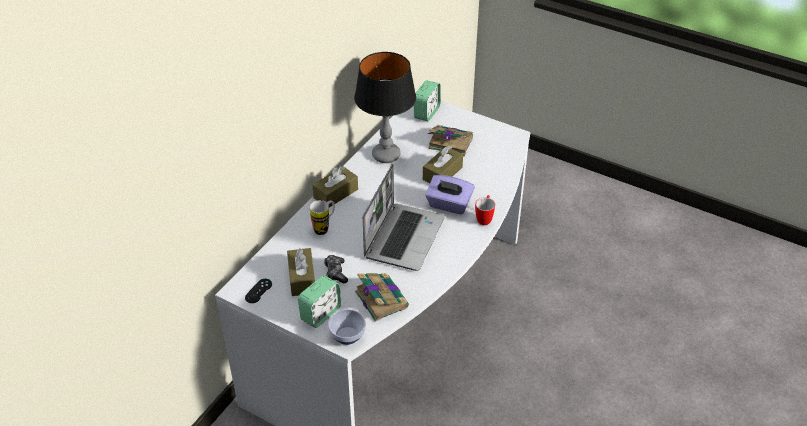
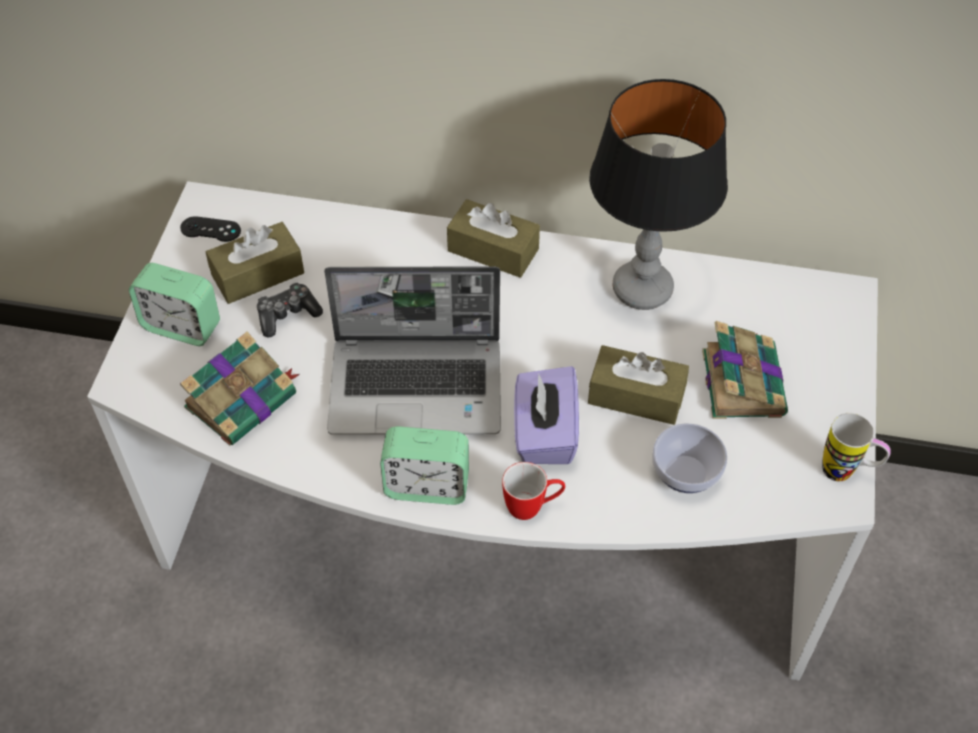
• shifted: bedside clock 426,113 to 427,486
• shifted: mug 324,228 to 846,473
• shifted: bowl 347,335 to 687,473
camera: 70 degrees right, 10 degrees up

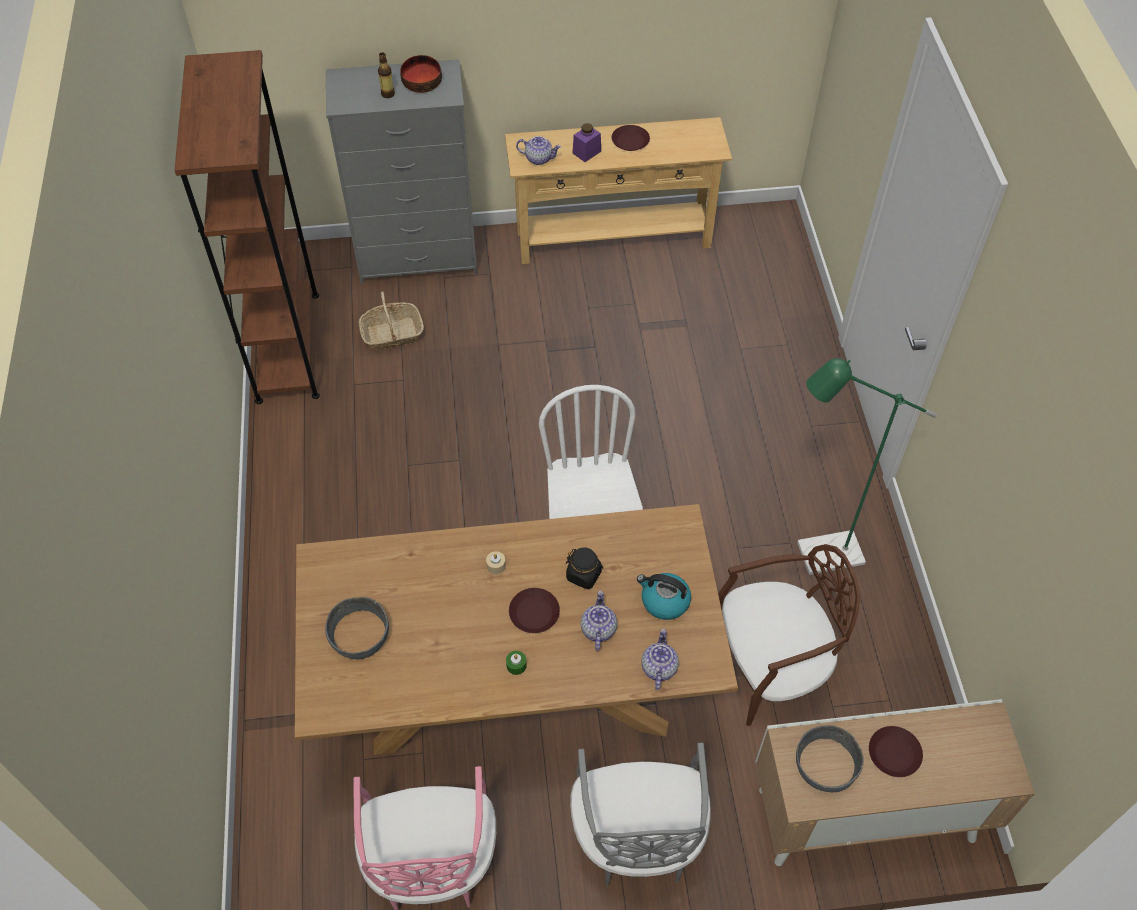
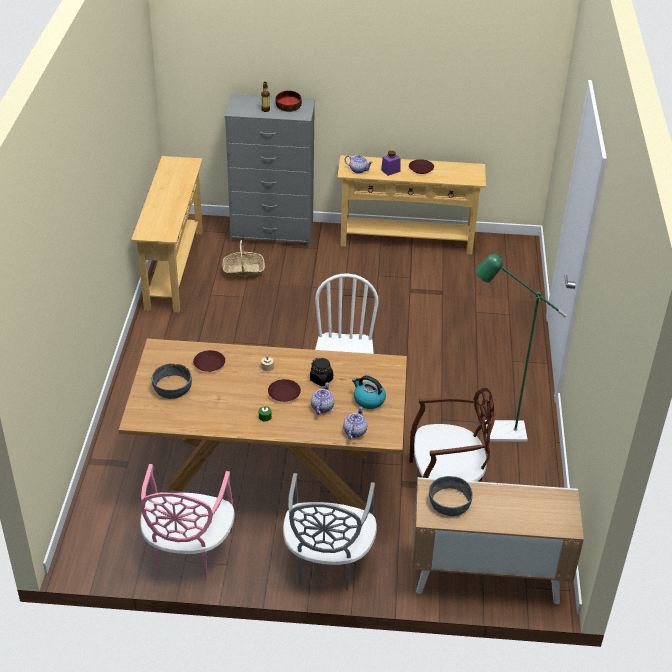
• swapped: brown-coloured bookcase 288,346 to beige hall table 173,269
• shifted: brown-coloured dinner plate 893,754 to 209,364
camera: 10 degrees right, 15 degrees down

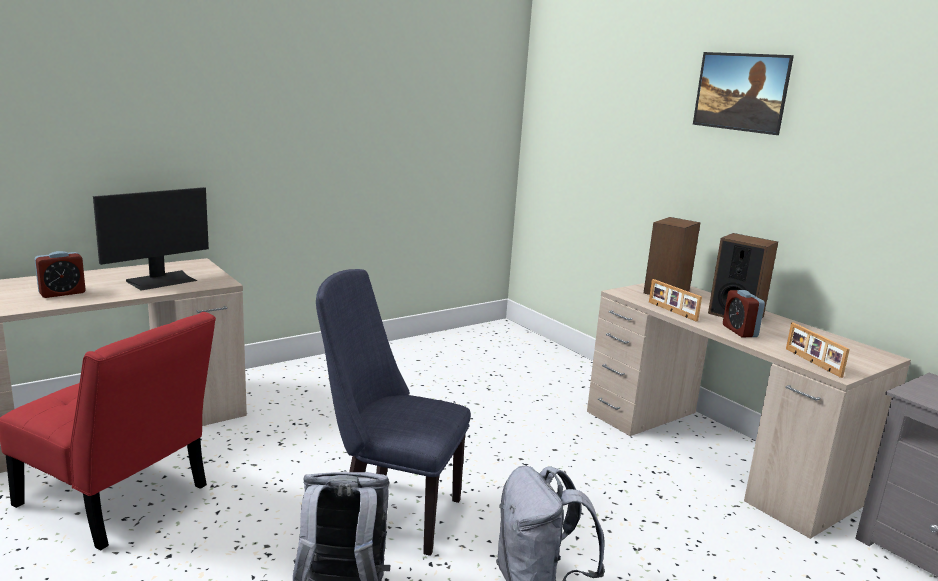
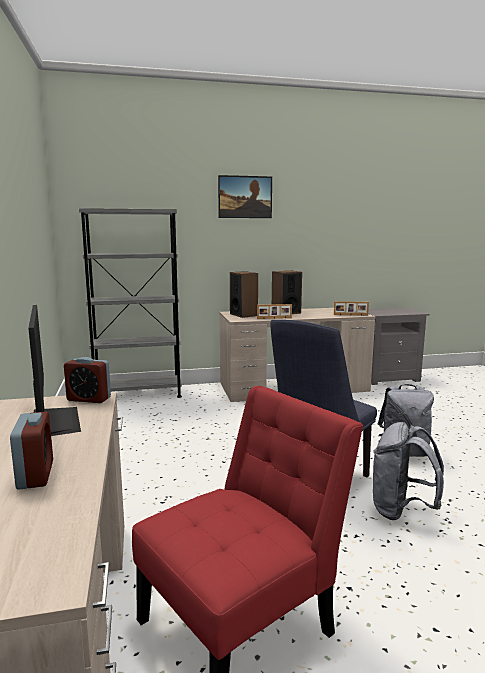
• shifted: bedside clock 739,331 to 89,399
• new: grey bookcase 138,394
camera: 65 degrees left, 5 degrees down

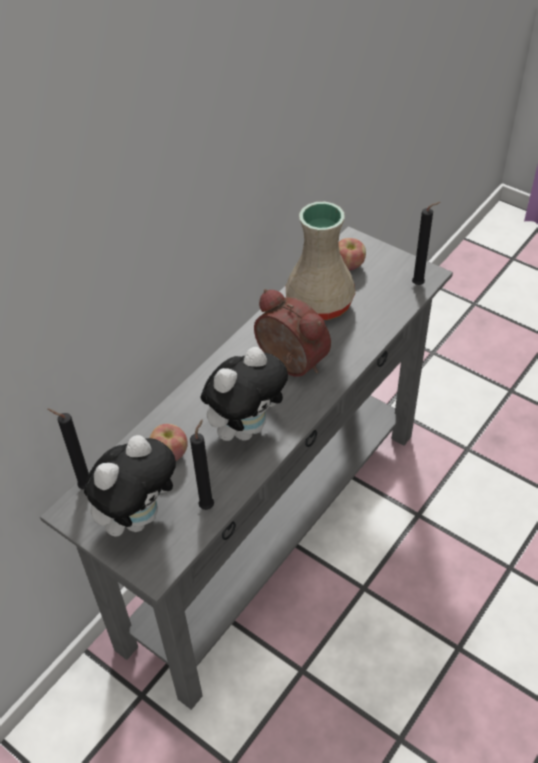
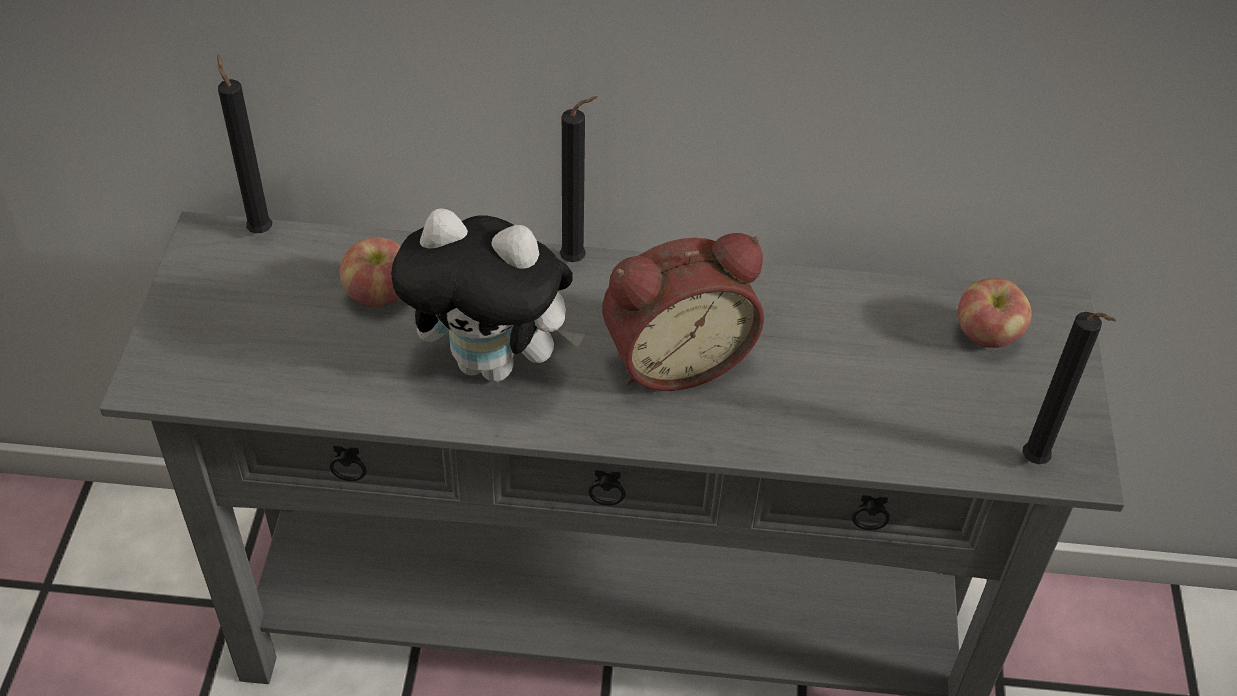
• gone: beige flower vase 321,304
• rotated: bedside clock 289,364 = 675,356 60 degrees clockwise
• shifted: black candle 208,505 to 577,260
• gone: soft toy 138,516
camera: 55 degrees right, 0 degrees up

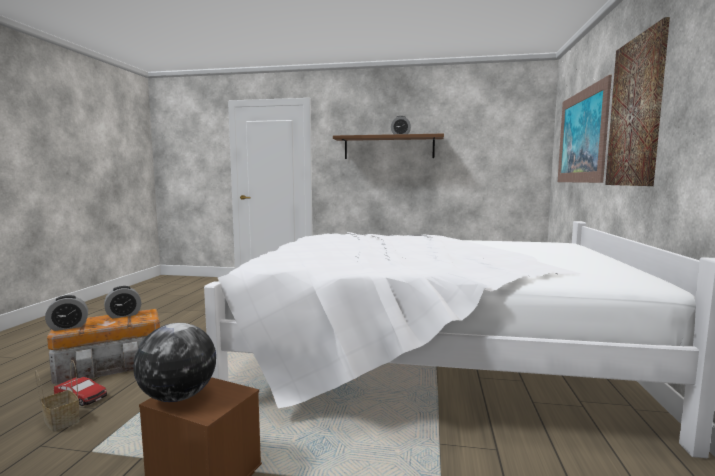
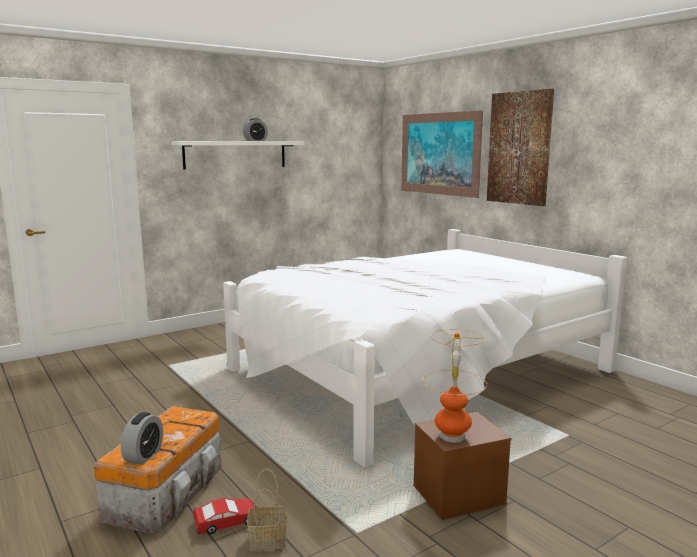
• repainted: brown-coloured wall shelf 389,147 to white wall shelf 235,154
• gone: bedside clock 123,315
• swapped: desk globe 178,396 to table lamp 452,436
camera: 45 degrees left, 5 degrees up

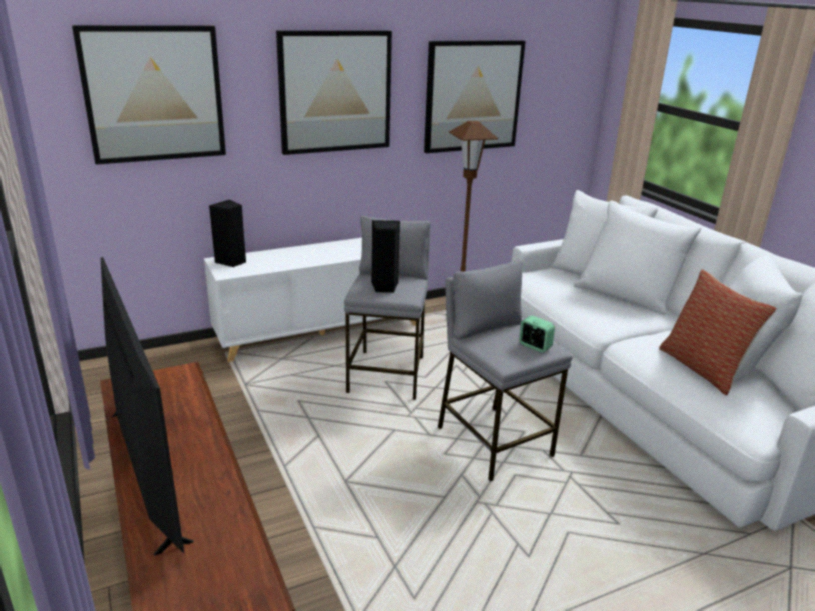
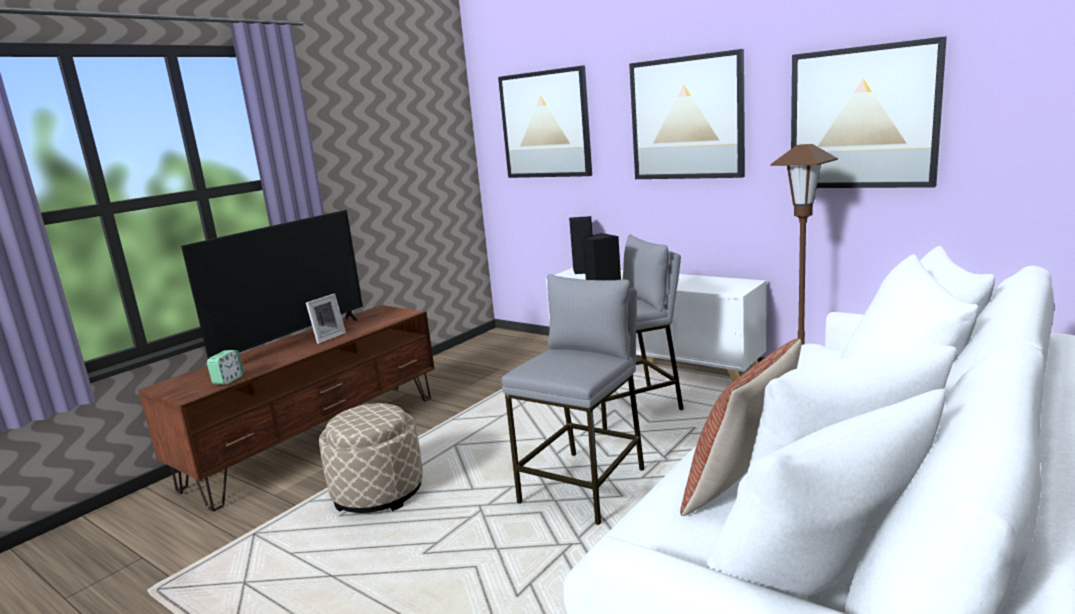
• shifted: bedside clock 535,346 to 228,380
• new: standing frame 327,337
• new: beige footrest 378,493
camera: 65 degrees right, 10 degrees down

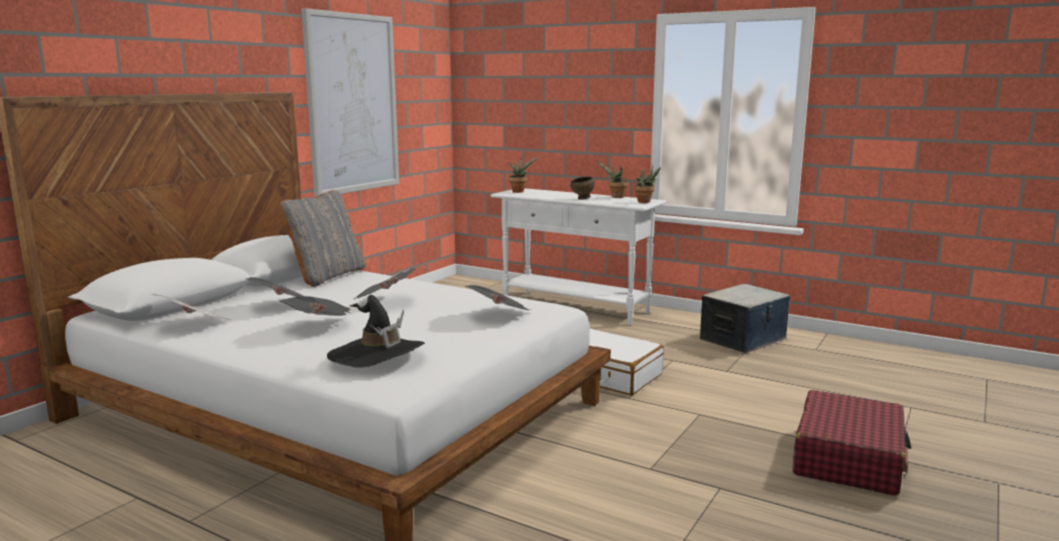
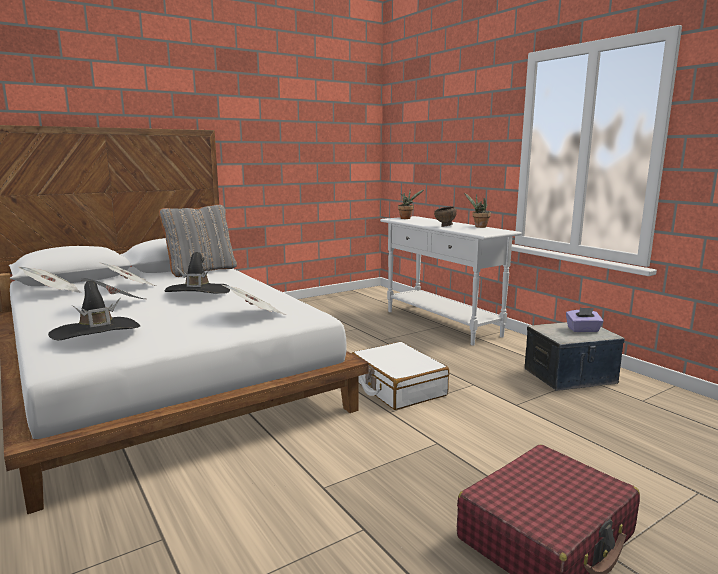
• gone: picture 352,104
• gone: potted plant 646,202
• swapped: printed paper 385,300 to black clothing hat 198,292
• new: purple tissue box 583,330
camera: 25 degrees right, 0 degrees up

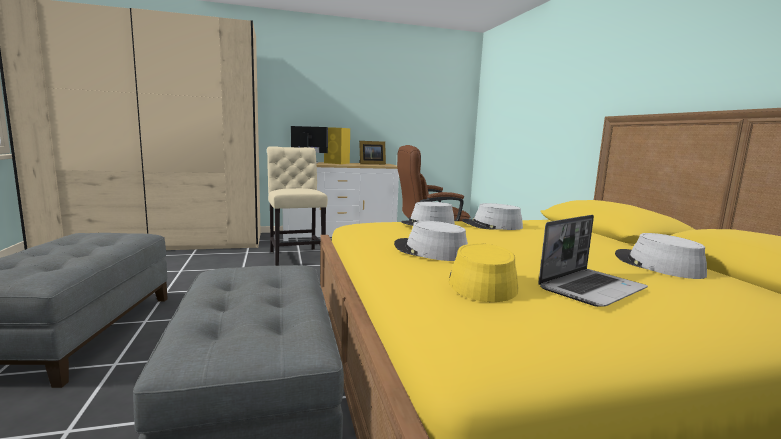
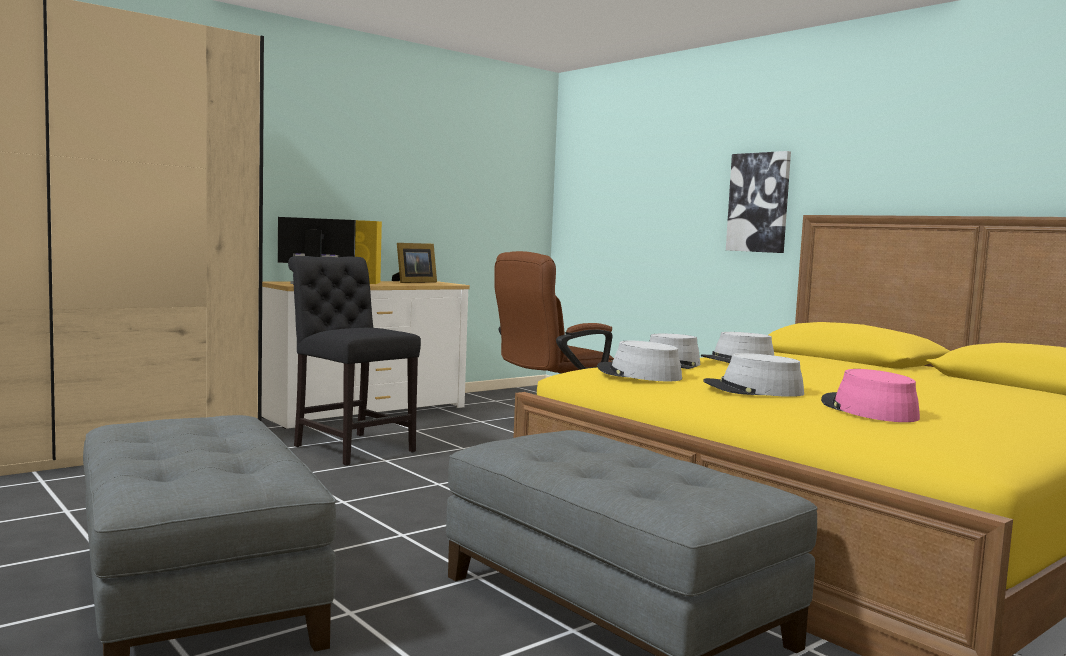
• repainted: beige plain chair 296,256 to black plain chair 350,448
• gone: laptop 591,288
• shifted: grey clothing hat 657,265 to 638,374
• repainted: yellow clothing hat 481,283 to pinkish clothing hat 868,410
• new: picture 759,202
camera: 25 degrees left, 5 degrees down

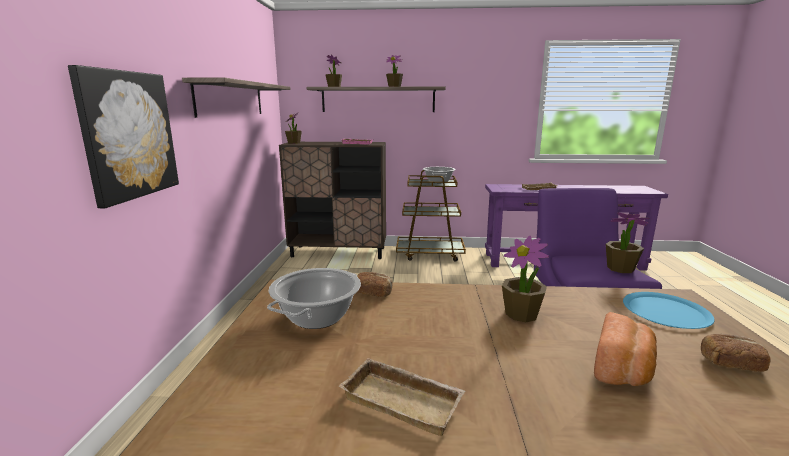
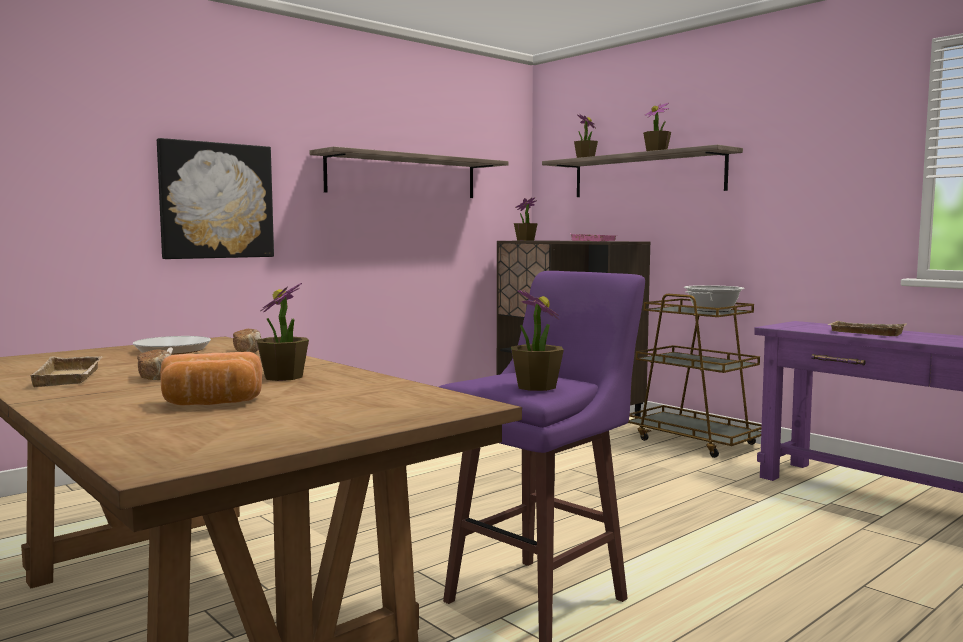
• swapped: cooking pot 317,317 to skillet 172,351
• gone: blue dinner plate 665,311
• shifted: baked bread 730,363 to 156,377
camera: 45 degrees right, 10 degrees down

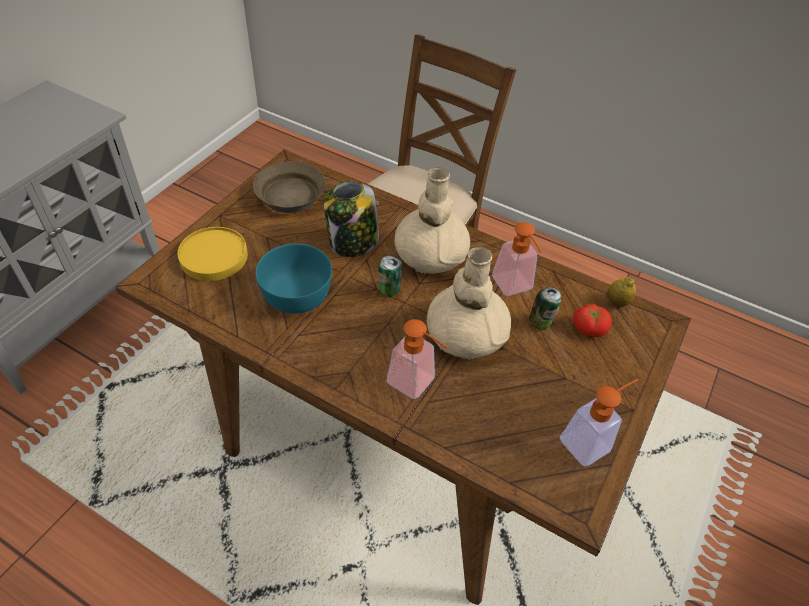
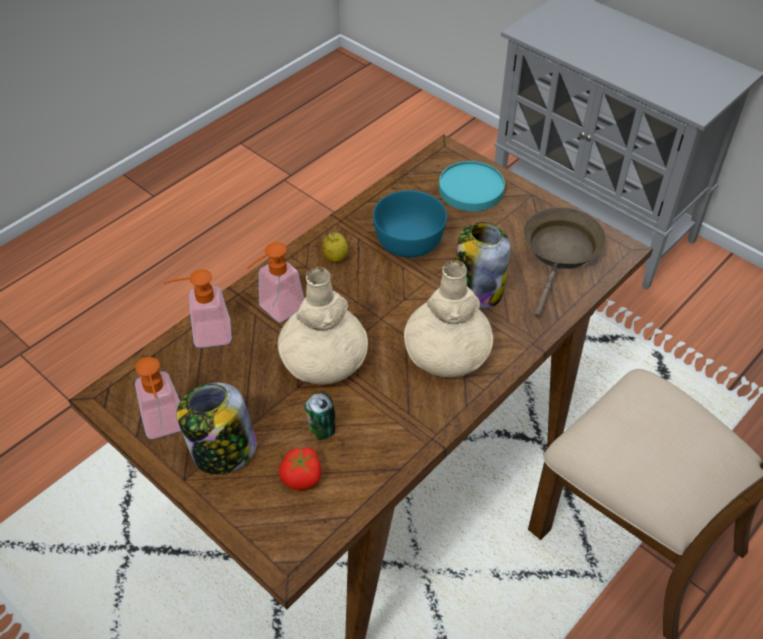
• shifted: liquid soap bottle 515,288 to 204,335
• repainted: yellow dinner plate 214,257 to blue-green dinner plate 470,189
• gone: can 388,290
• shifted: whole lemon 617,302 to 335,258
• new: preserve jar 222,451
camera: 105 degrees right, 0 degrees up

